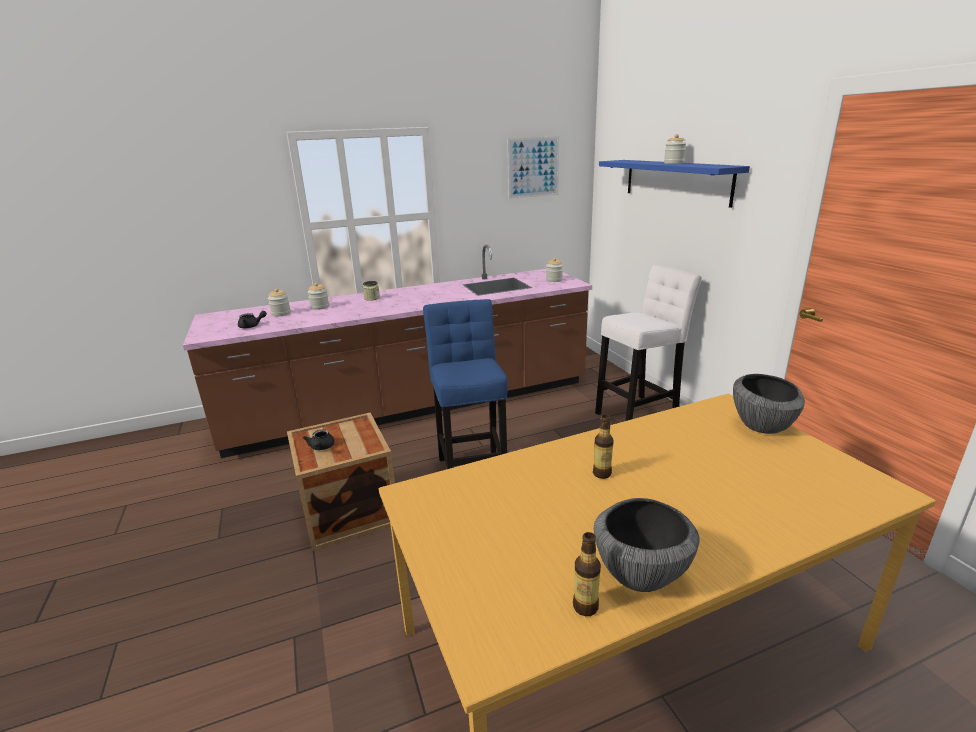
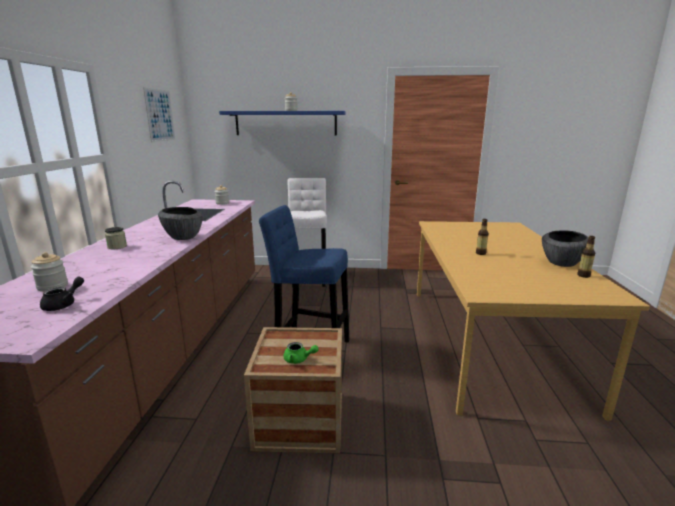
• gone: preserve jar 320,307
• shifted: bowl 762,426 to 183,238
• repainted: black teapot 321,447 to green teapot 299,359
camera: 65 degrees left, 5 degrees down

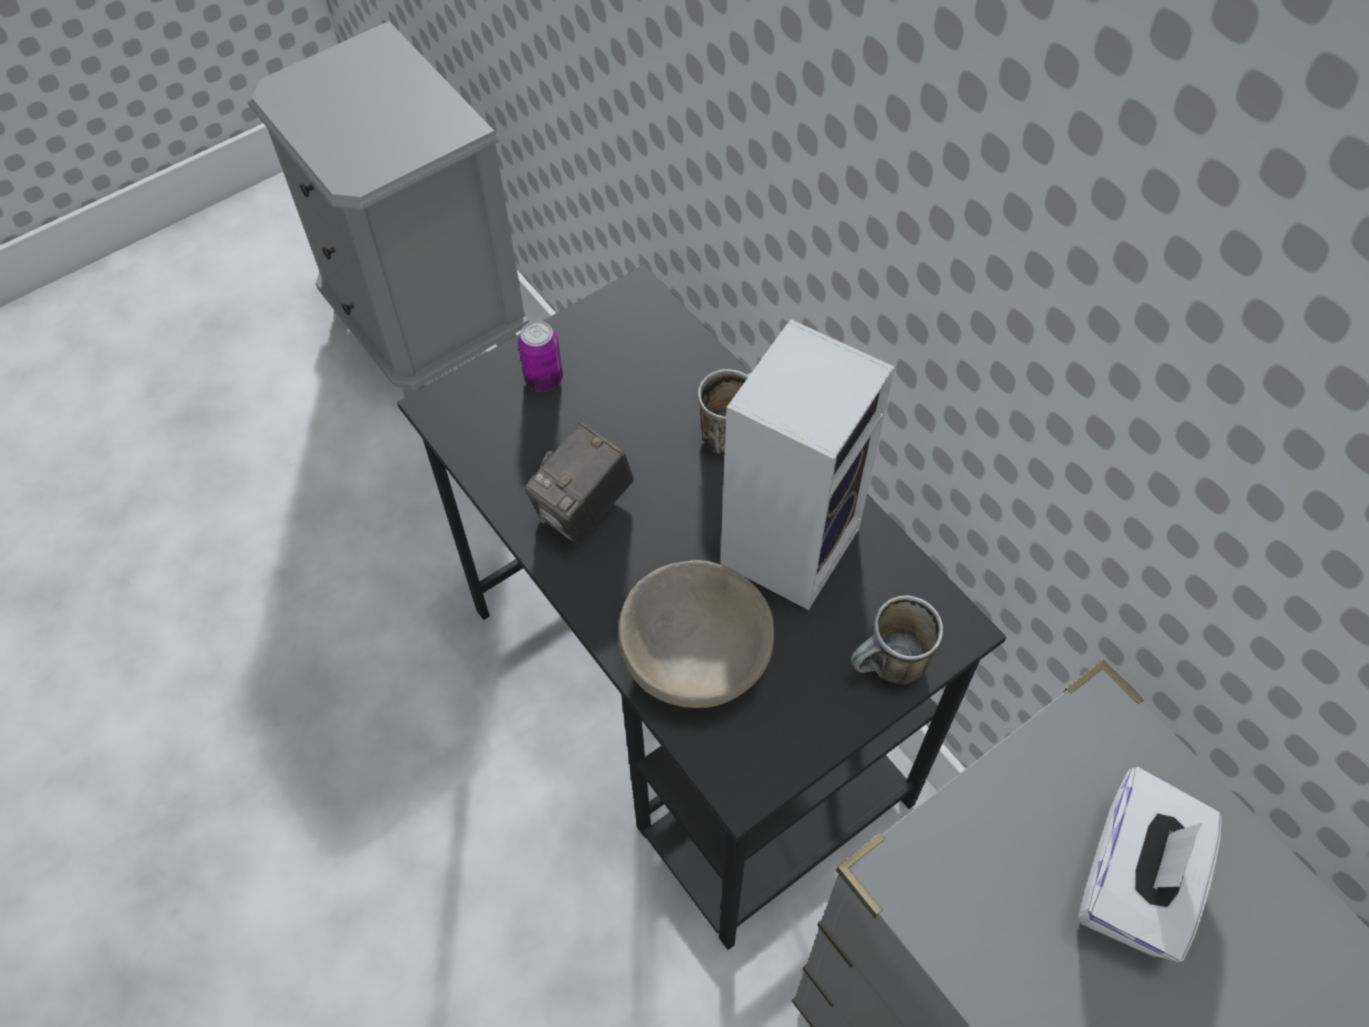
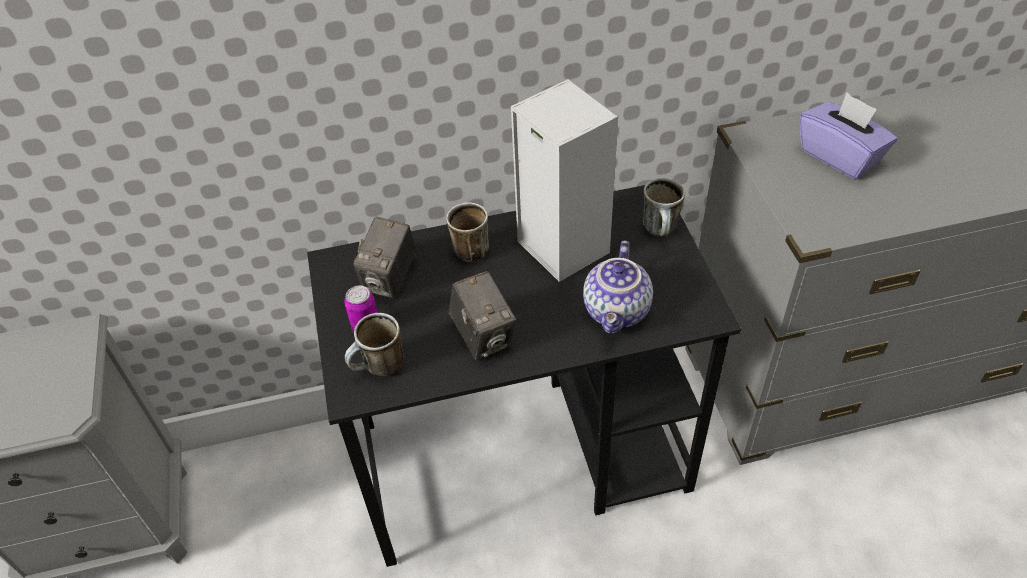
• swapped: beige bowl 697,657 to teapot 618,311
• repainted: white tissue box 1134,882 to purple tissue box 840,156
• new: still camera 390,279
• new: mug 379,369
camera: 65 degrees left, 10 degrees down

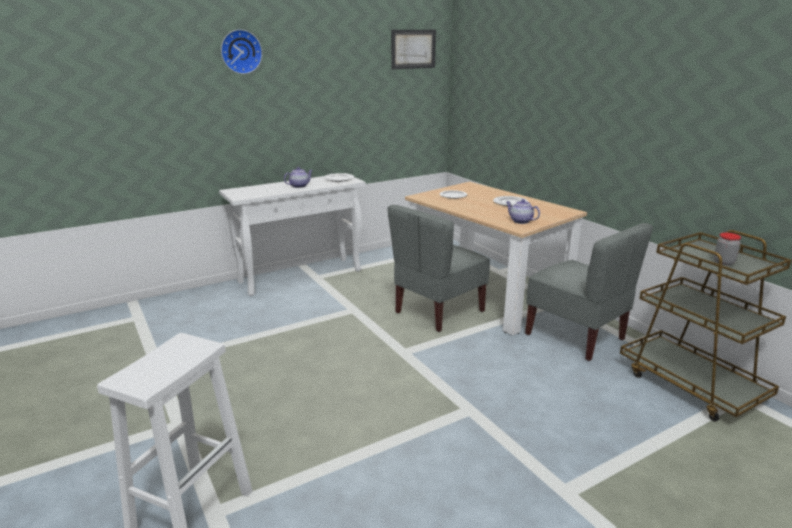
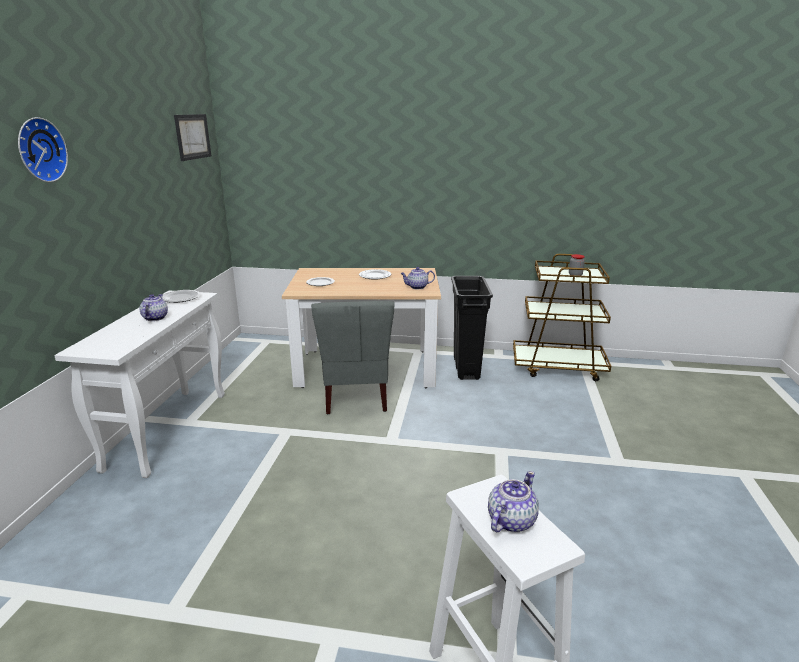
• swapped: grey plain chair 576,336 to black trash can 466,368
• new: teapot 510,520
camera: 50 degrees left, 0 degrees up

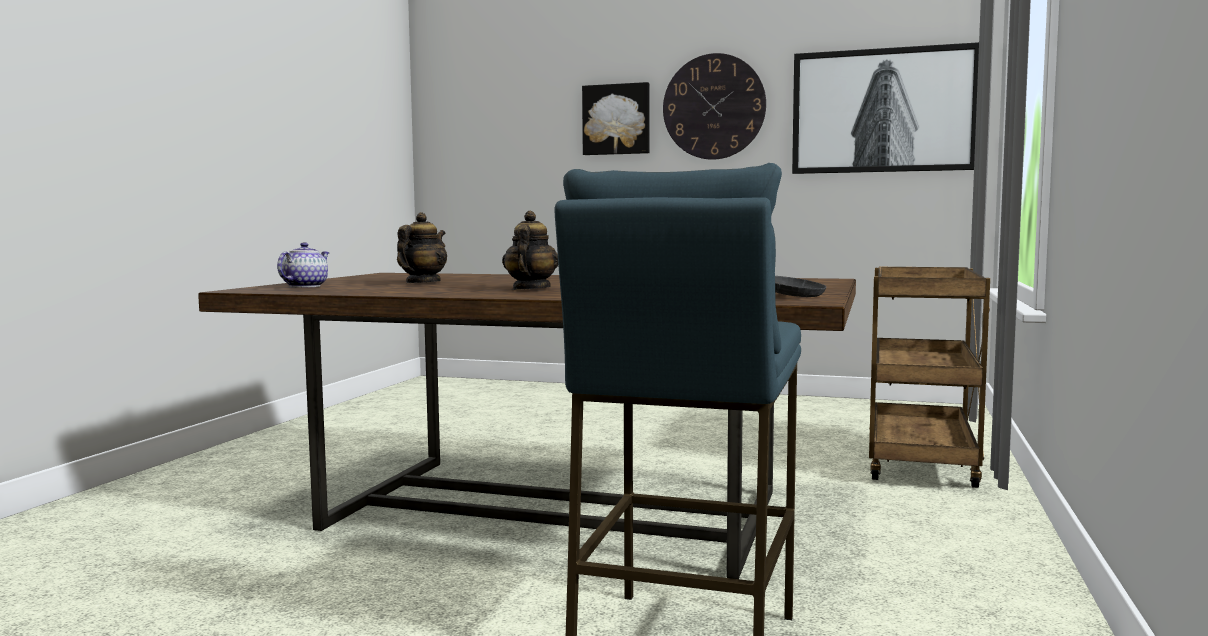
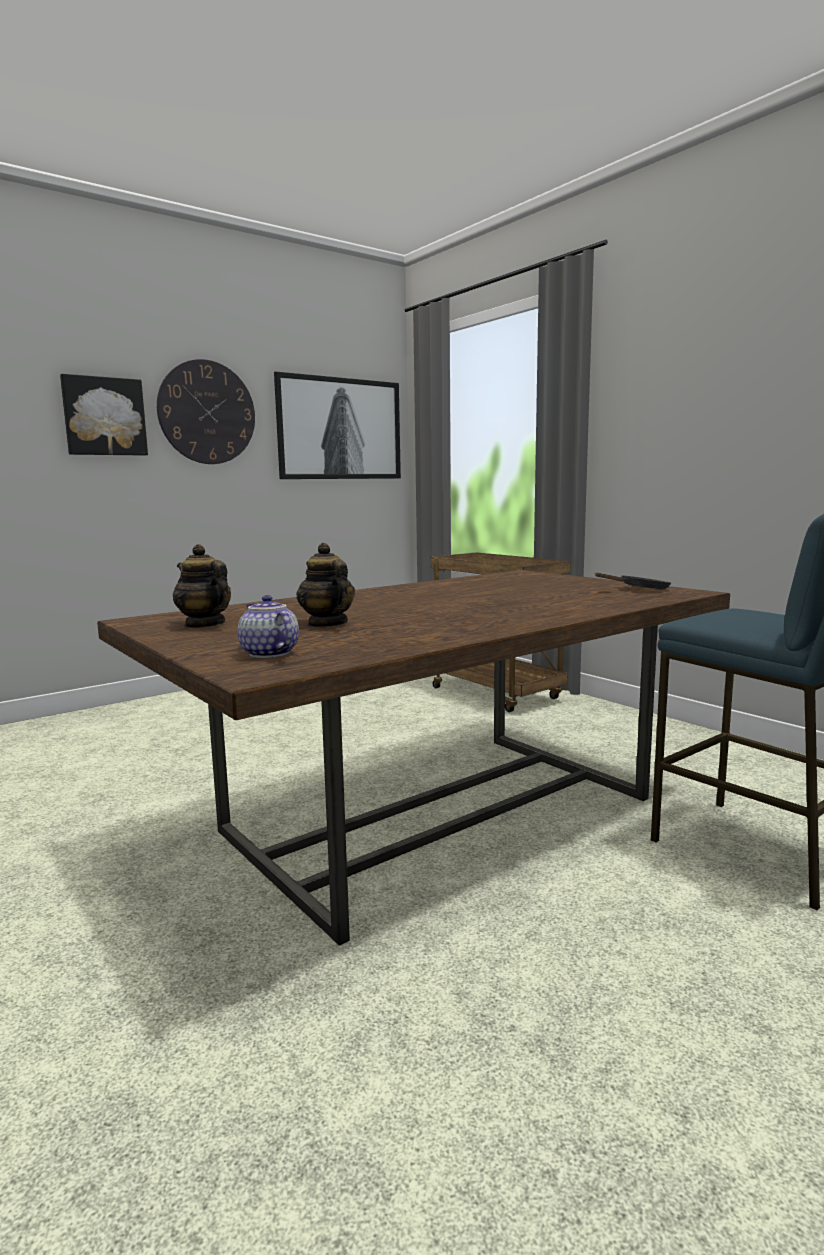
• shifted: teapot 530,289 to 204,624
camera: 55 degrees left, 5 degrees up

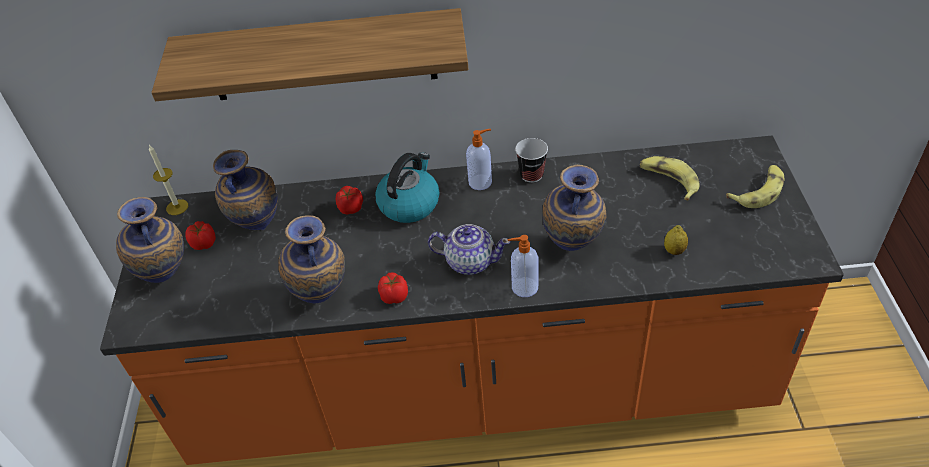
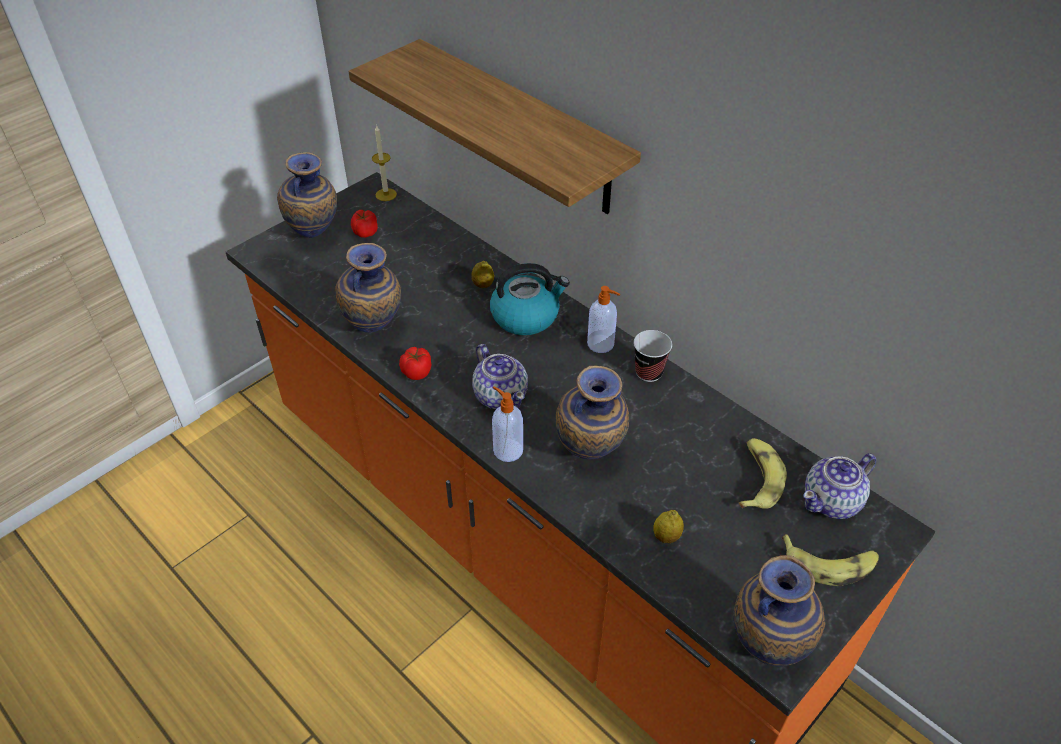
• shifted: flower vase 257,227 to 765,648
• swapped: tomato 350,208 to whole lemon 483,285
• new: teapot 832,501
camera: 45 degrees right, 0 degrees up

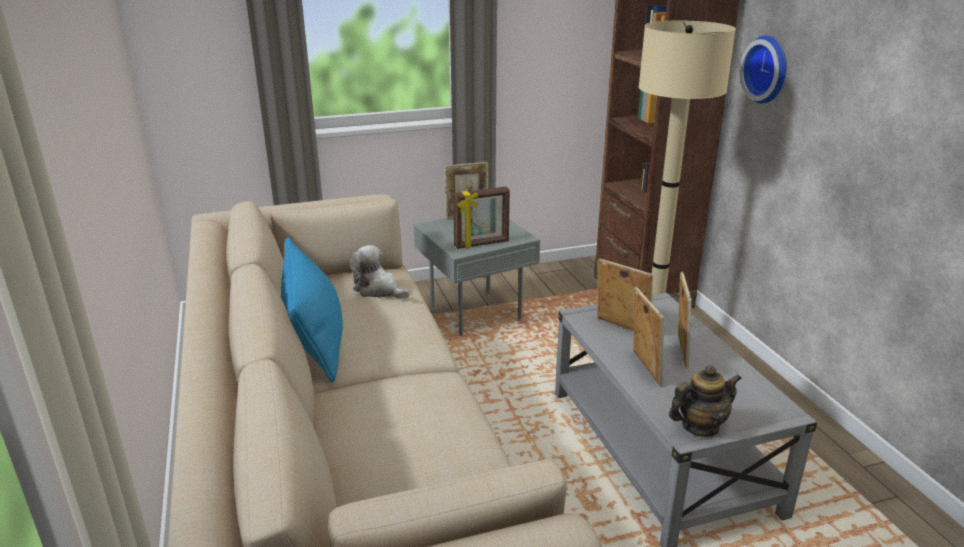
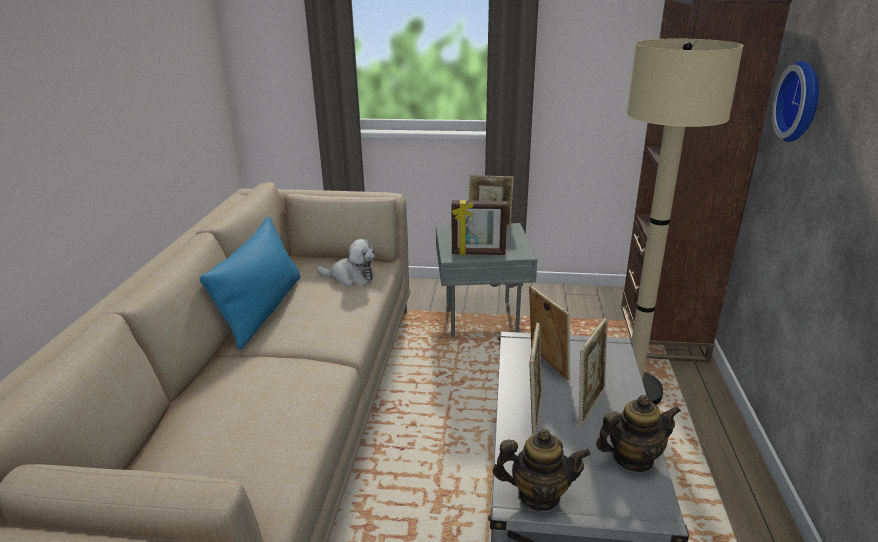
• rotated: soft toy 378,290 = 351,277 135 degrees clockwise
• new: teapot 632,458
camera: 25 degrees right, 0 degrees up

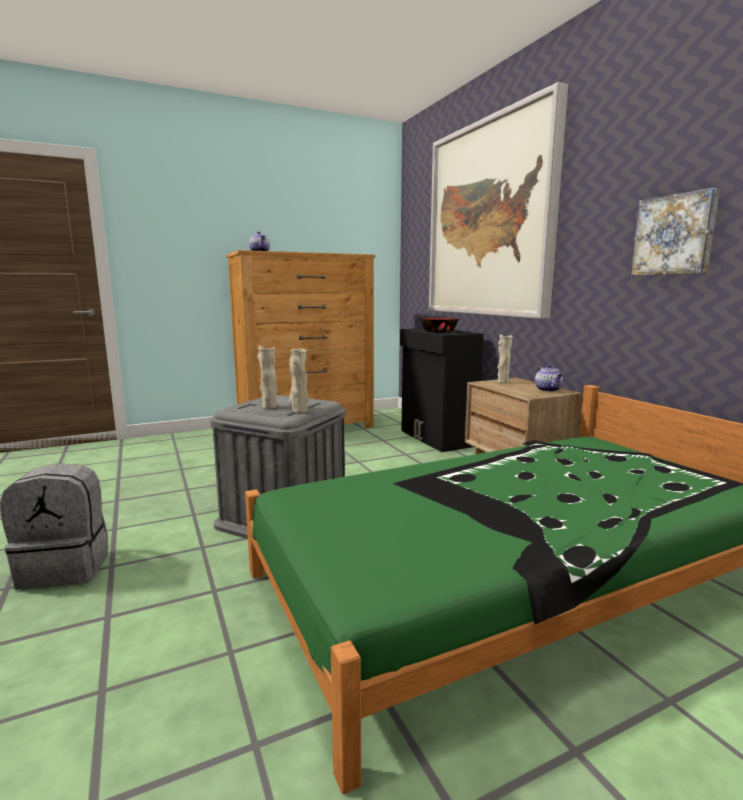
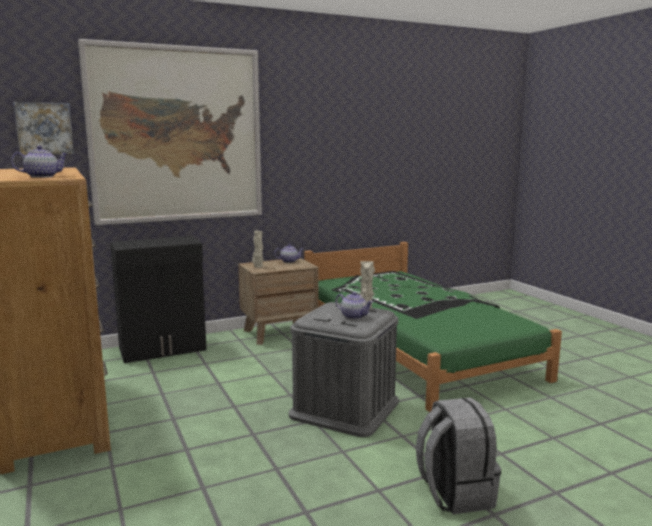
• shifted: picture 674,235 to 44,128
• gone: bowl 438,331
• swapped: beige flower vase 269,407 to teapot 354,316
camera: 90 degrees left, 0 degrees up

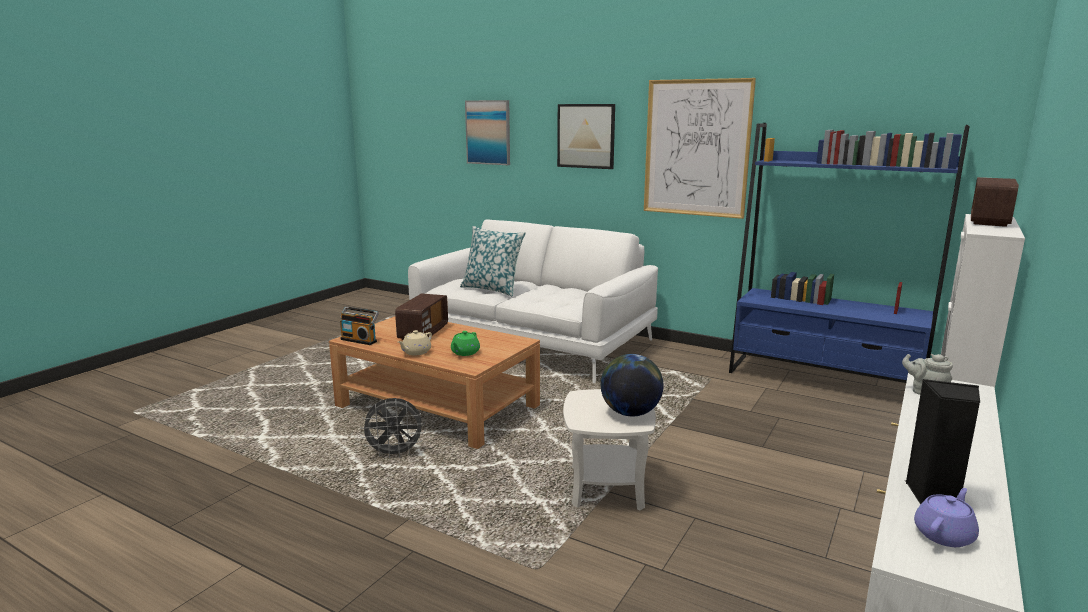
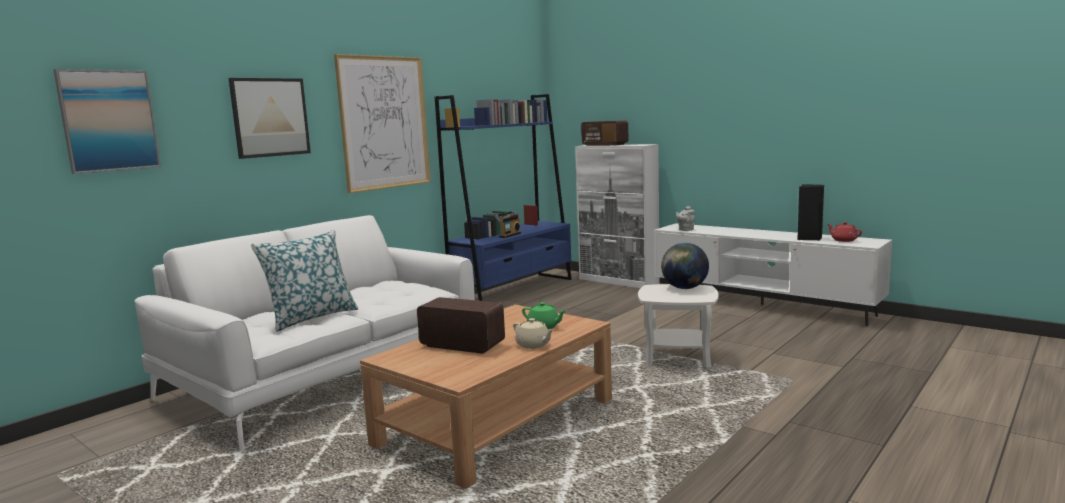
• shifted: radio set 360,340 to 509,235
• gone: grey electric fan 395,454
• repainted: purple teapot 944,534 to red-coloured teapot 843,240
camera: 80 degrees left, 5 degrees down

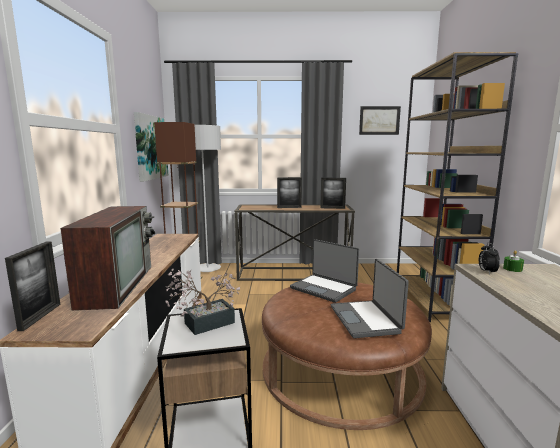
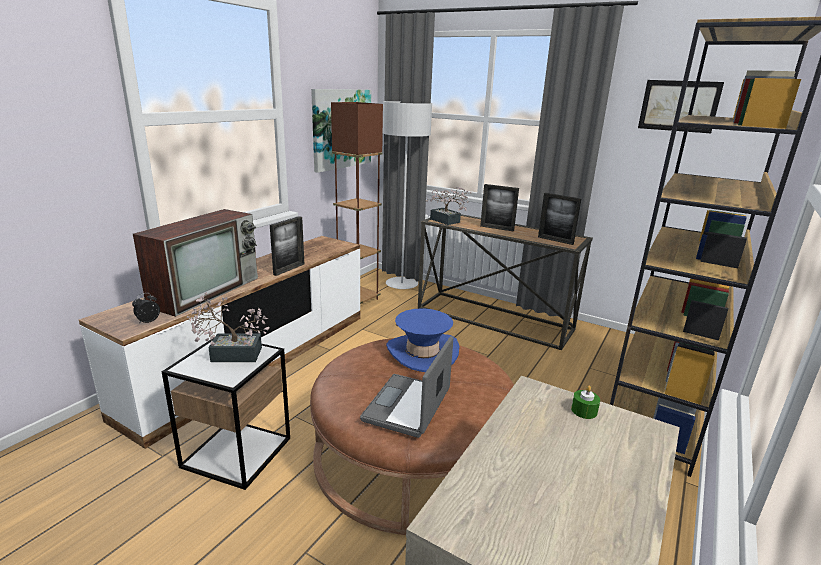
• swapped: laptop 324,288 to blue clothing hat 422,352
• shifted: standing frame 40,316 to 289,269
• shifted: bedside clock 486,272 to 148,321
• new: potted plant 447,221
camera: 30 degrees right, 10 degrees up

